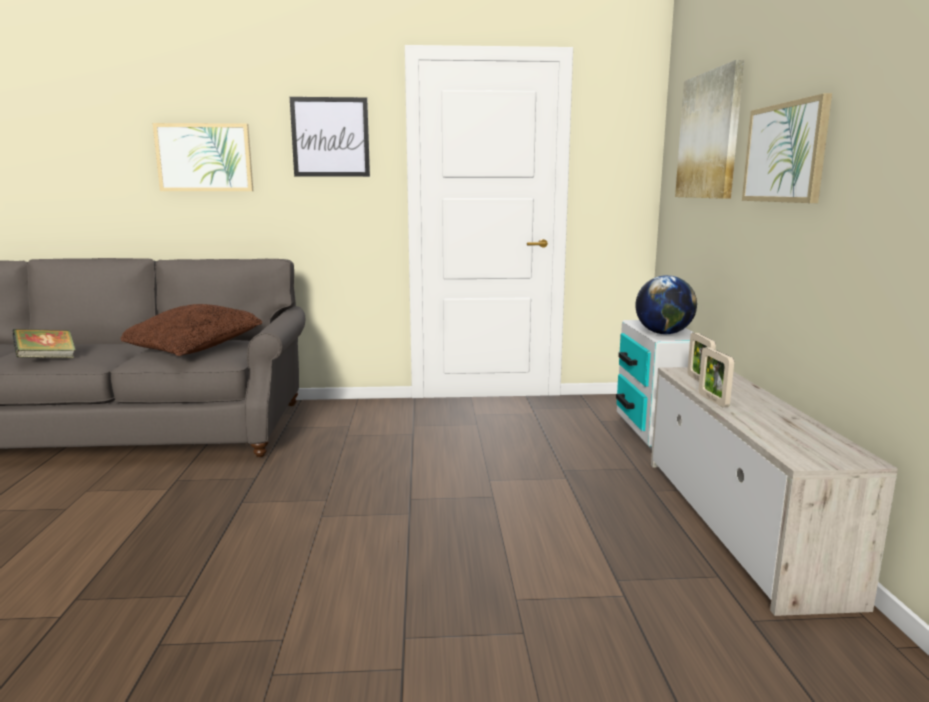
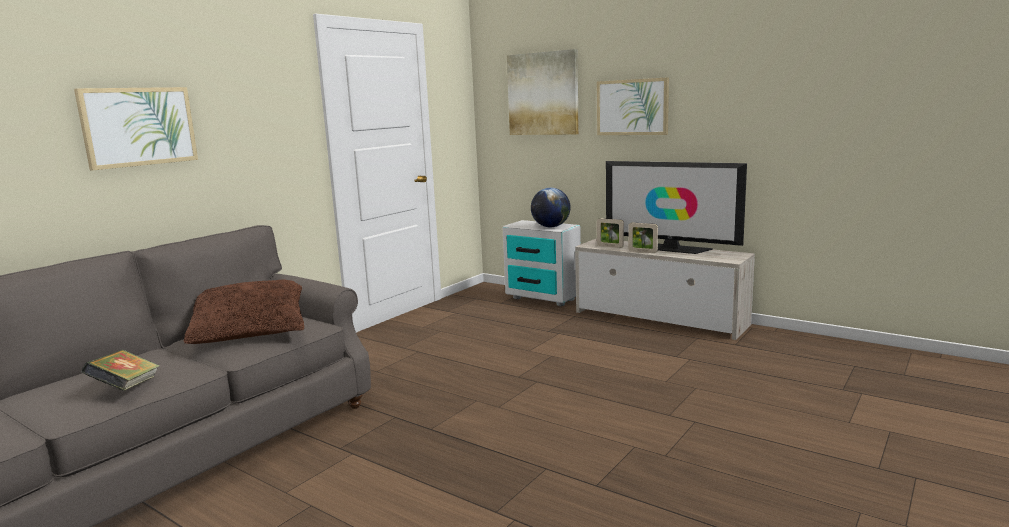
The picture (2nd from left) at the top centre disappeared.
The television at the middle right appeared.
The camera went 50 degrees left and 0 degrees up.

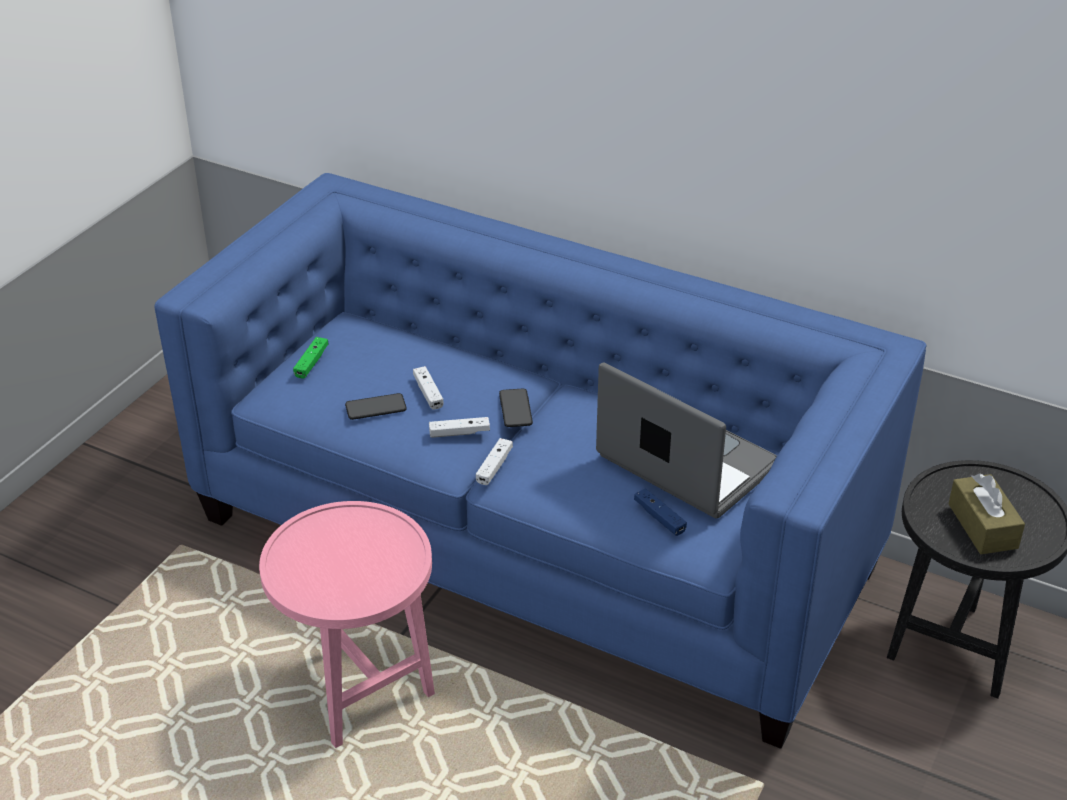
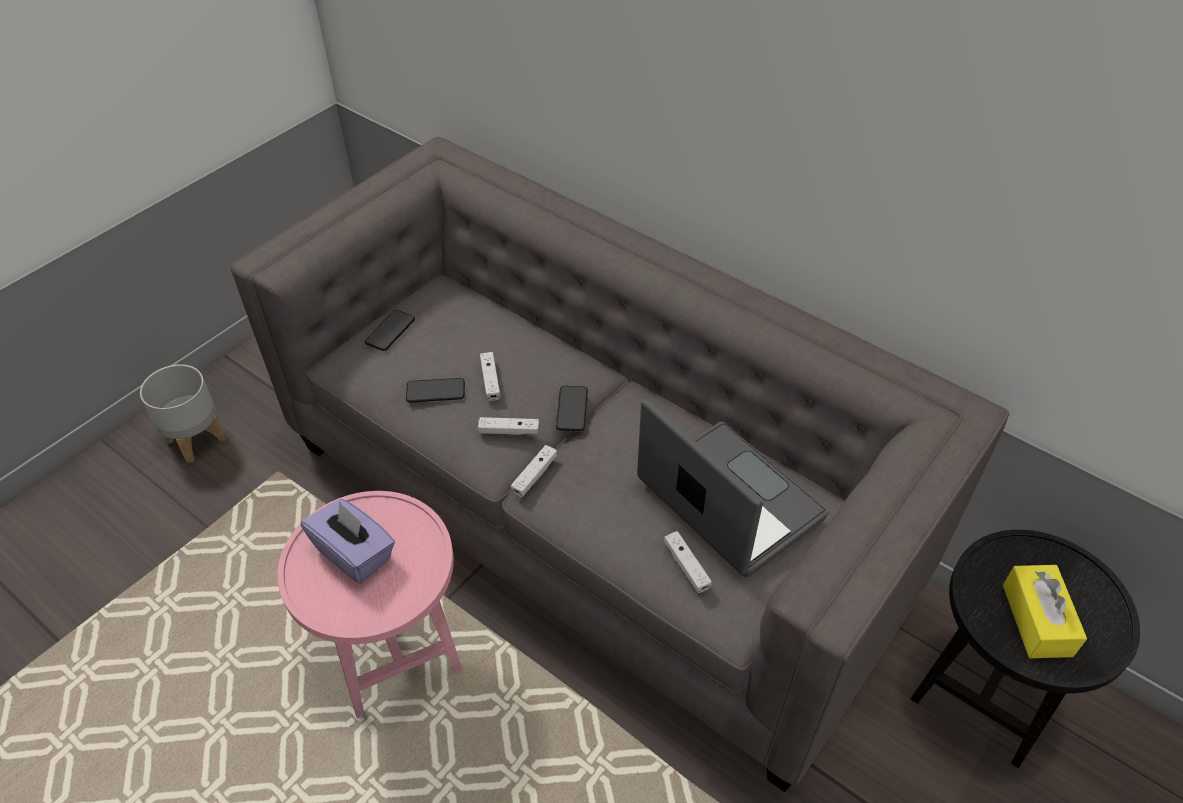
The blue-coloured sofa at the centre became the grey sofa at the centre.
The green gamepad at the middle left was replaced by the handset (1st from left) at the middle left.
The brown-coloured tissue holder at the middle right became the yellow tissue holder at the bottom right.
The blue-coloured gamepad at the centre became the white-coloured gamepad (4th from left) at the bottom centre.
The grey planter at the middle left appeared.
The purple-coloured tissue holder at the bottom left appeared.
The camera went 10 degrees right and 10 degrees up.

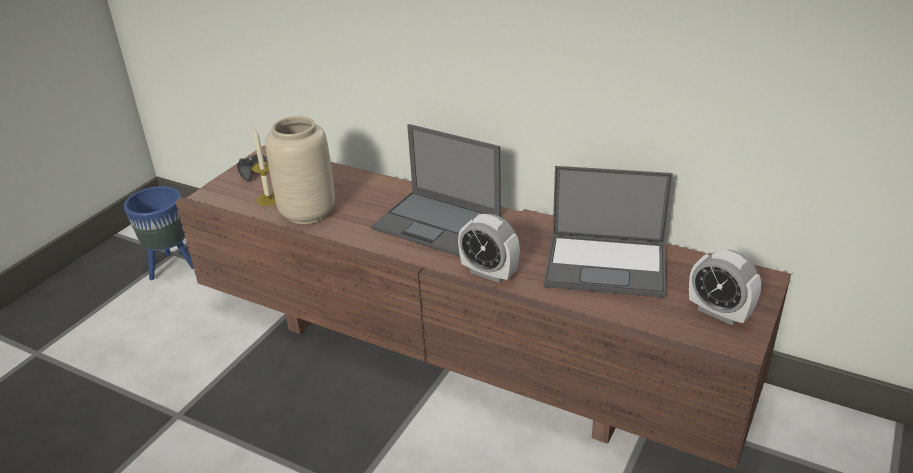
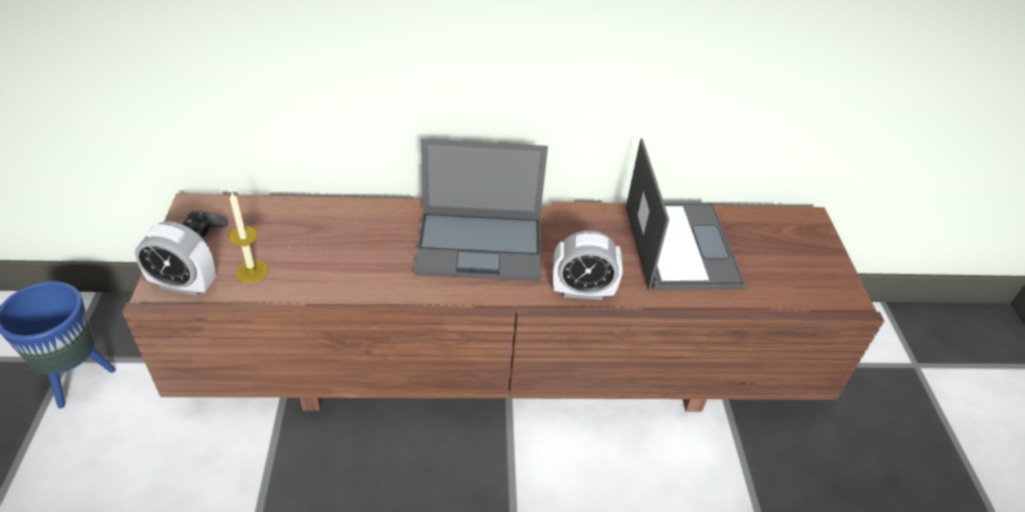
The beige flower vase at the middle left disappeared.
The portable computer (2nd from left) at the centre turned 75 degrees counterclockwise.
The table clock (2nd from left in the first image) moved from the middle right to the middle left.
The camera went 35 degrees left and 10 degrees up.

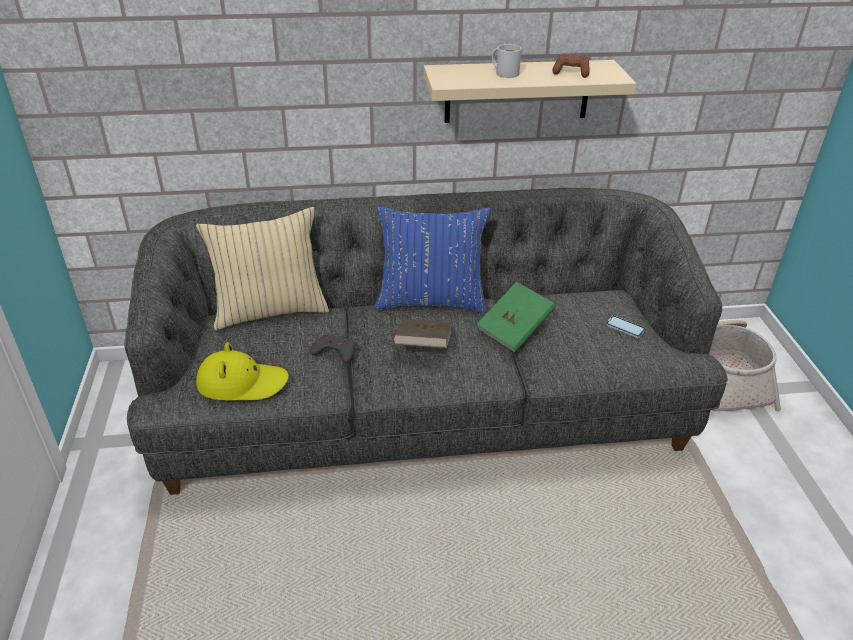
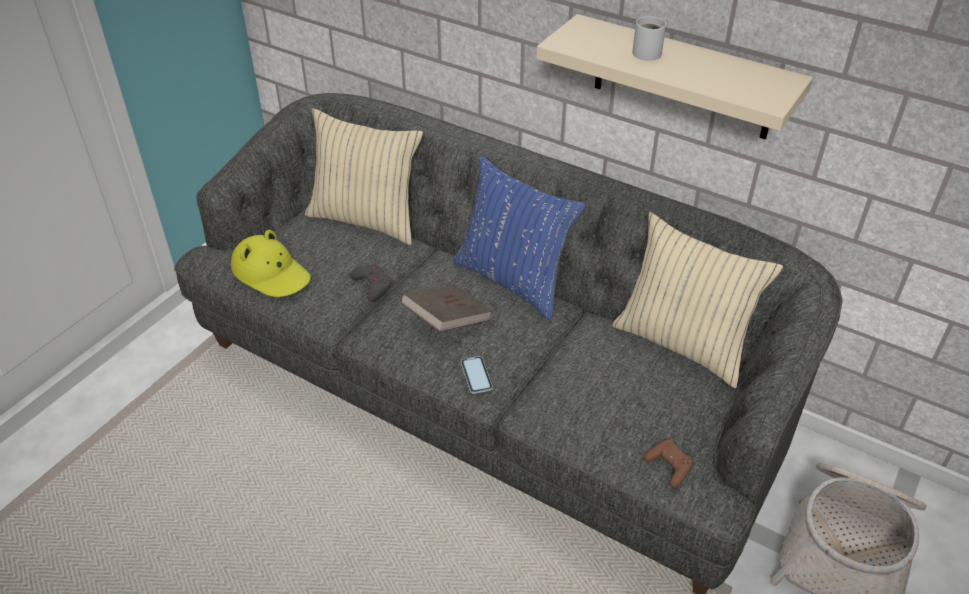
The brown-coloured gamepad moved from the top right to the bottom right.
The green book at the centre disappeared.
The handset moved from the middle right to the centre.
The beige throw pillow (2nd from left) at the middle right appeared.
The camera went 40 degrees right and 5 degrees up.

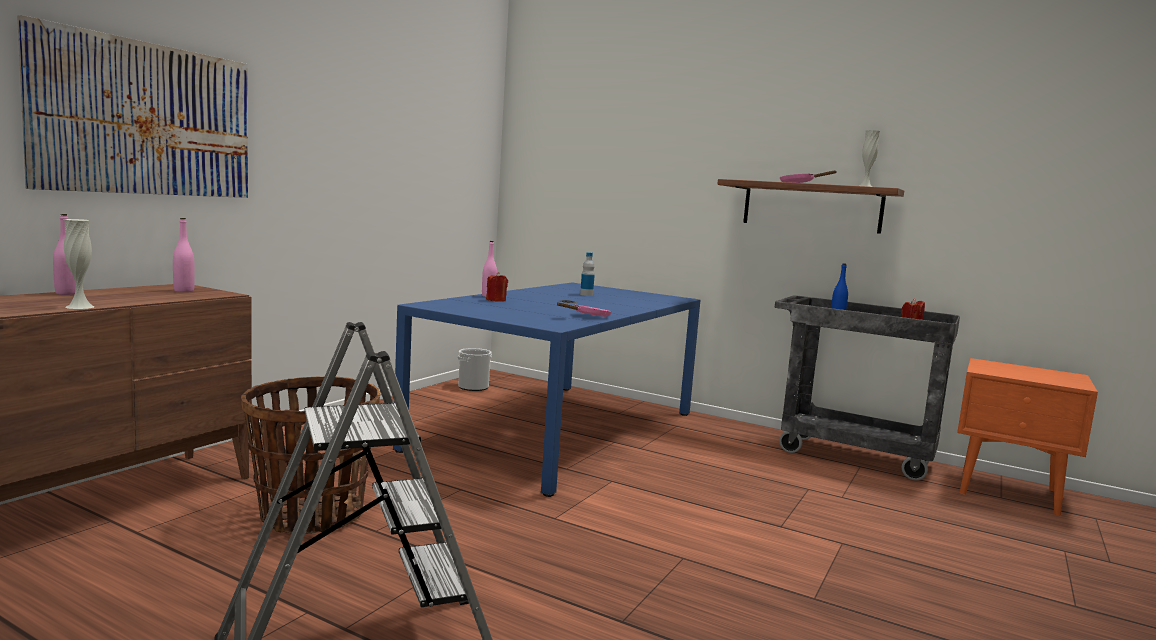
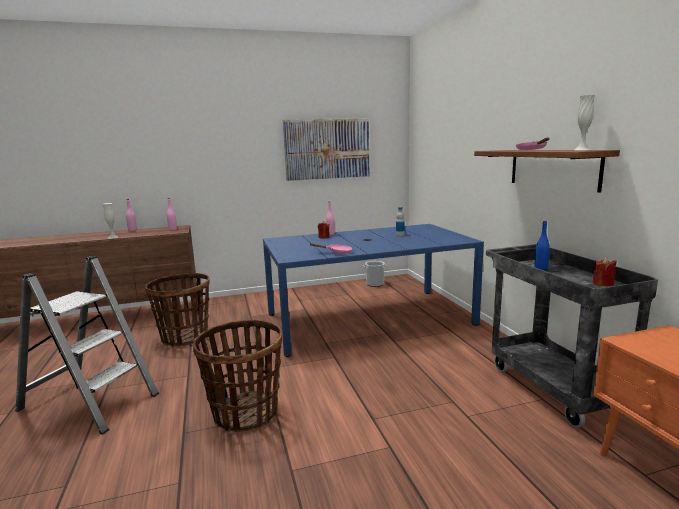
The picture moved from the top left to the top centre.
The basket (2nd from left) at the bottom centre appeared.
The camera went 45 degrees right and 5 degrees up.

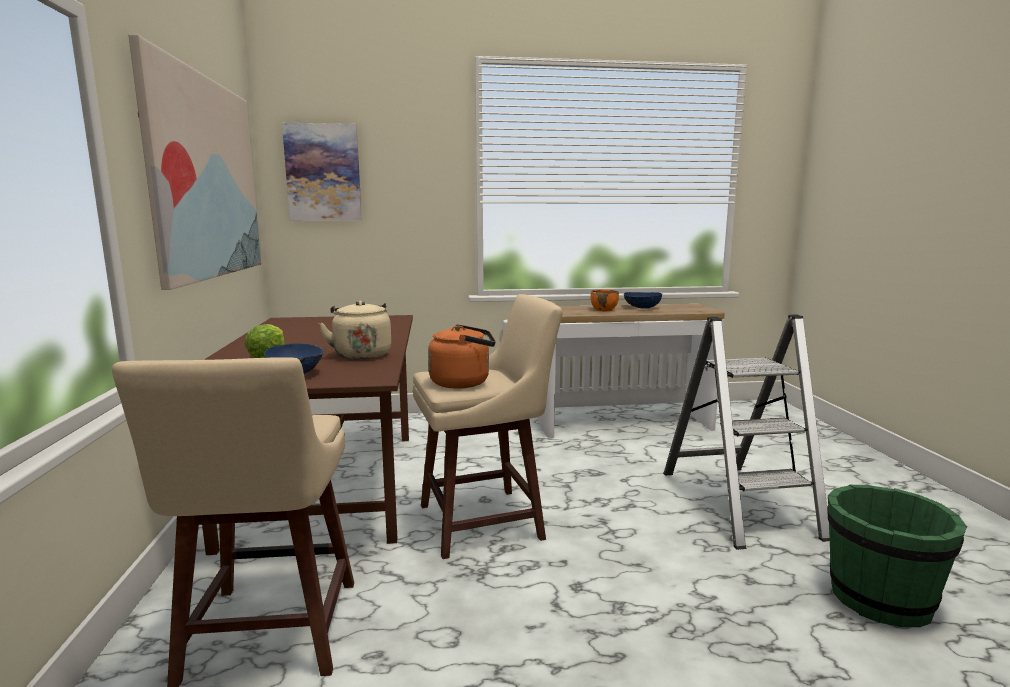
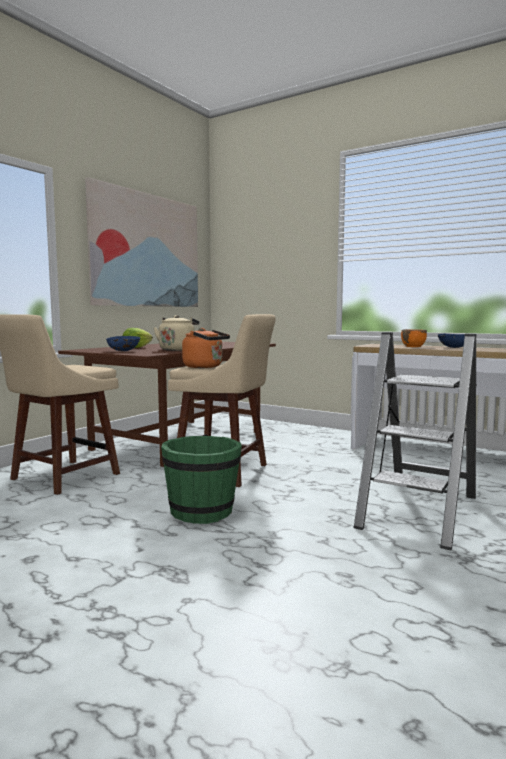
The picture (2nd from left) at the top left disappeared.
The green bucket moved from the bottom right to the centre.
The camera went 40 degrees right and 5 degrees down.

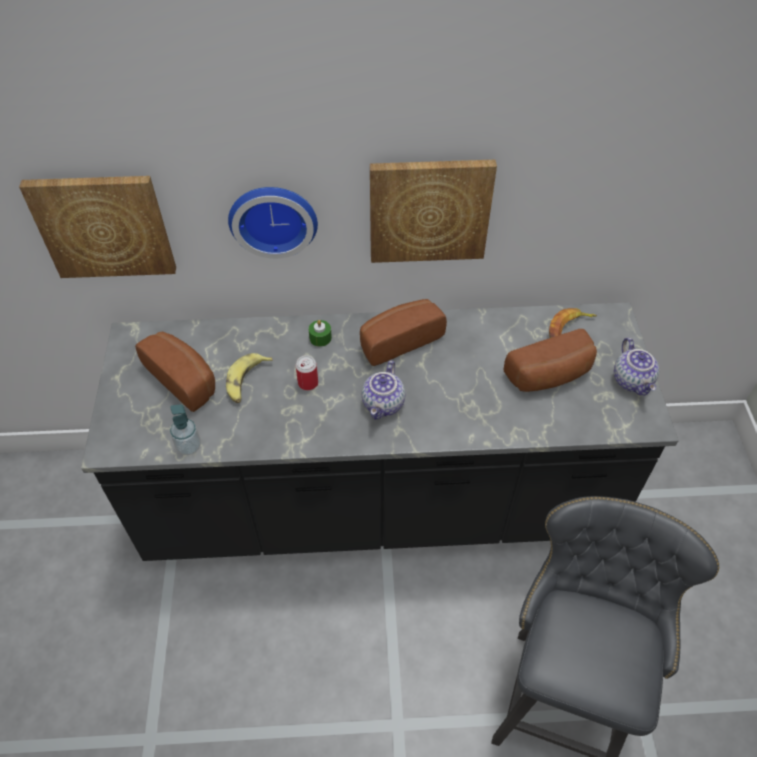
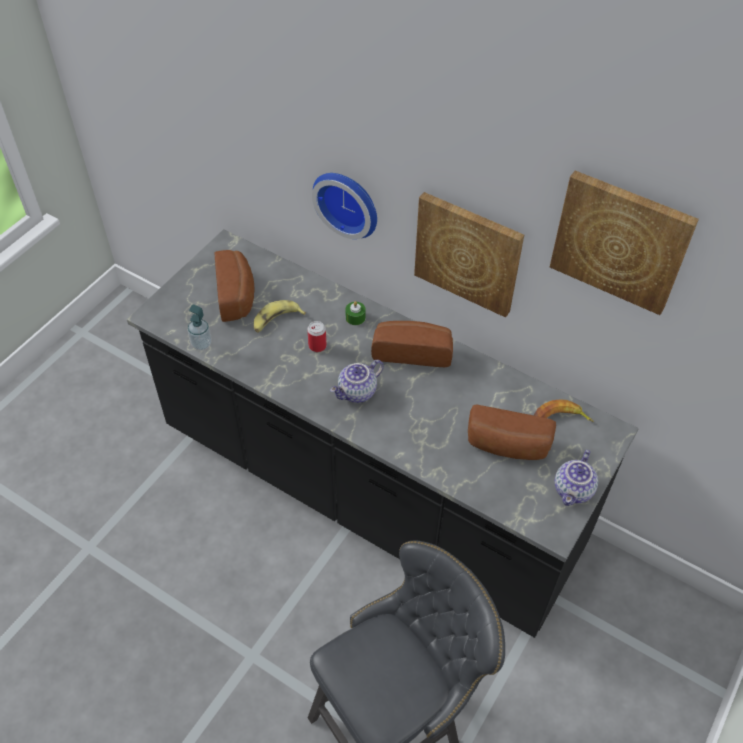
The picture (1st from left in the first image) moved from the top left to the top right.
The camera went 35 degrees right and 0 degrees up.

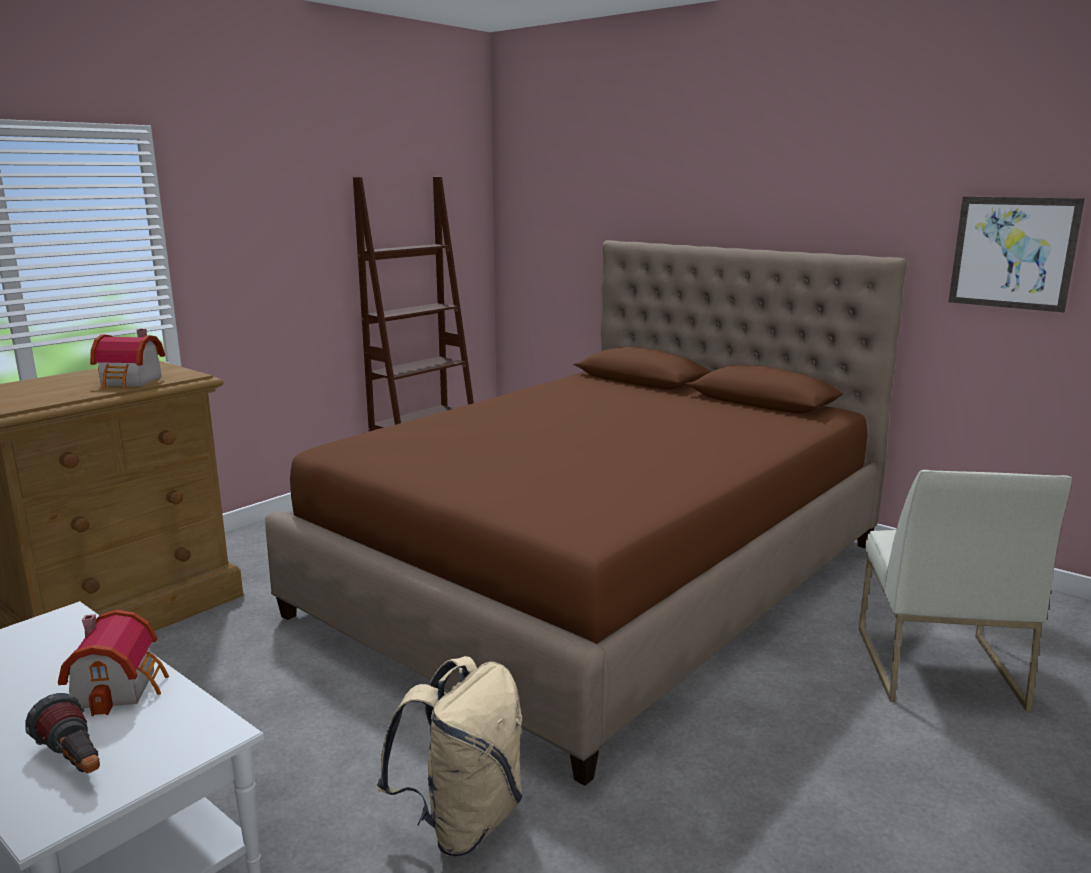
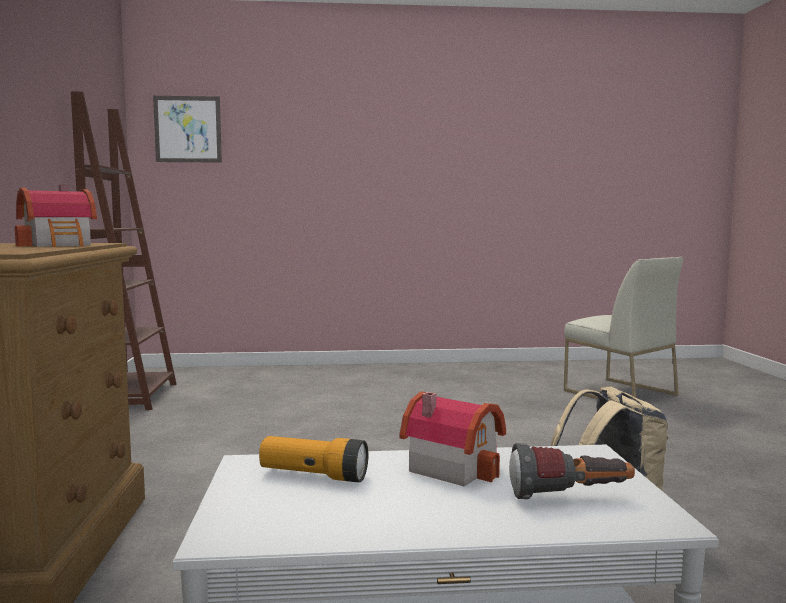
The picture moved from the top right to the top left.
The brown-coloured sleeping bed at the centre disappeared.
The torch (1st from left) at the bottom centre appeared.
The camera went 45 degrees left and 10 degrees down.

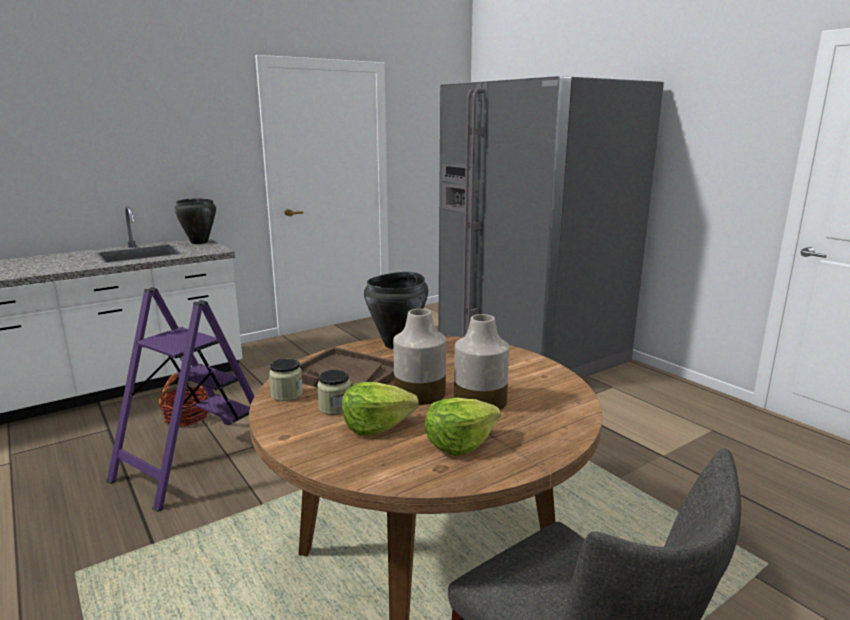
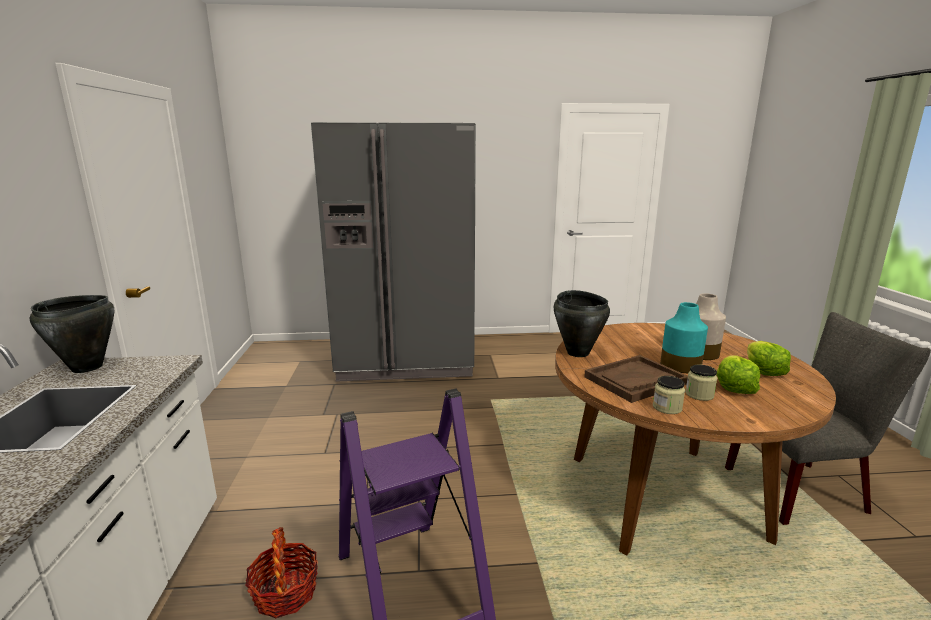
The beige flower vase (1st from left) at the centre became the turquoise-coloured flower vase at the middle right.
The camera went 60 degrees left and 0 degrees up.

